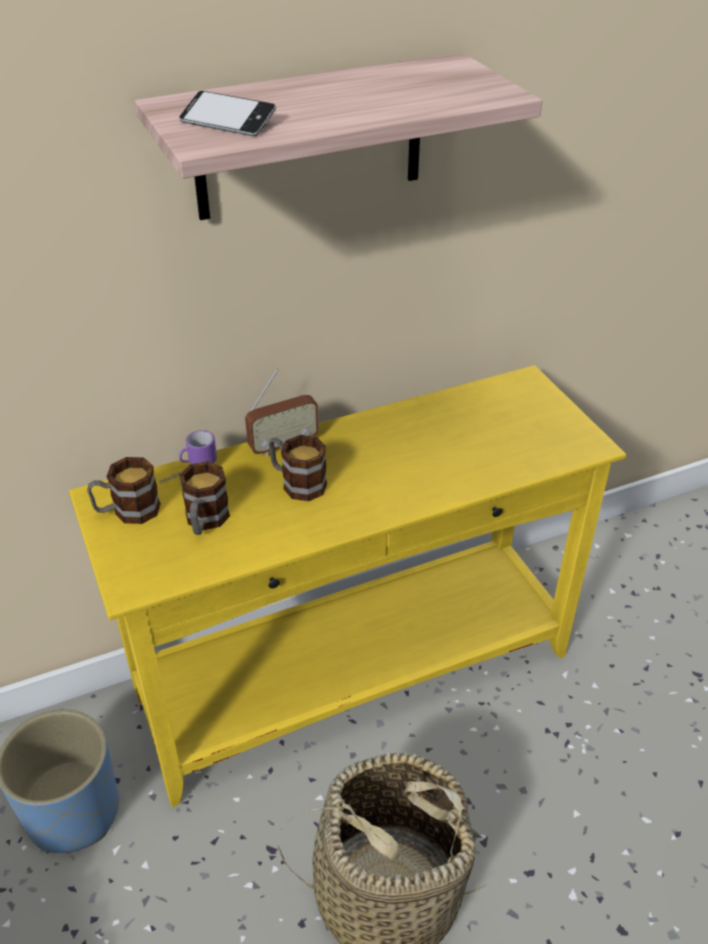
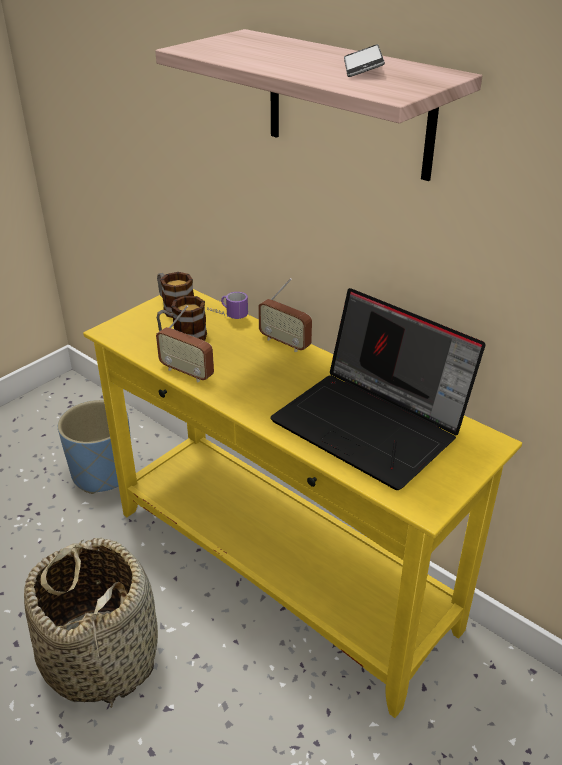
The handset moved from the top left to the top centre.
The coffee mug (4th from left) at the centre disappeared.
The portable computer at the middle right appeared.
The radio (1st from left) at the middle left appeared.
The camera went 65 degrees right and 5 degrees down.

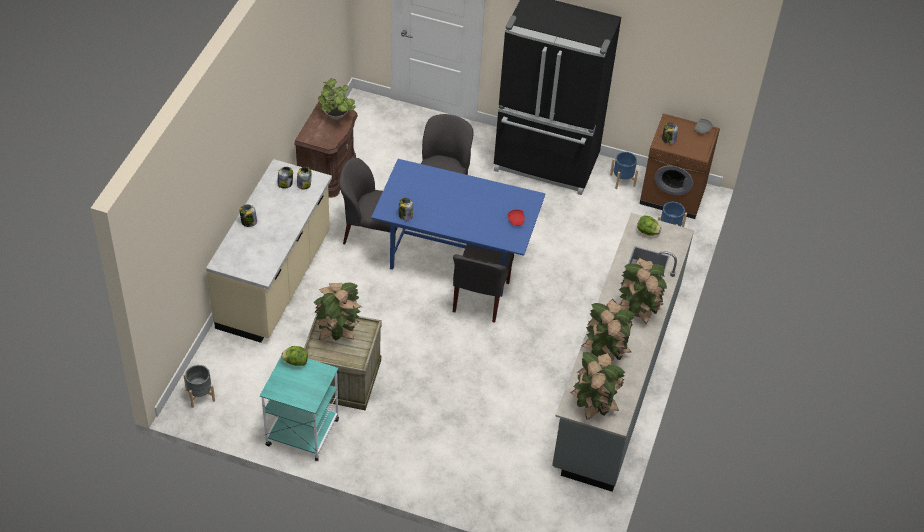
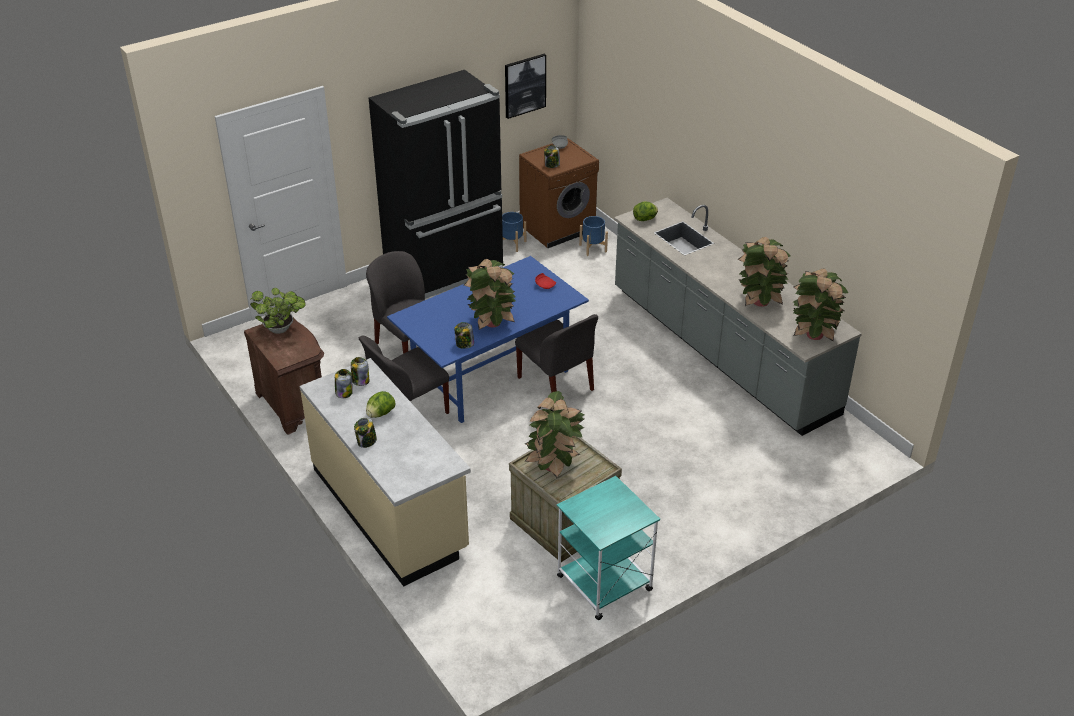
The potted plant (5th from left in the first image) moved from the middle right to the centre.
The lettuce head (1st from left) moved from the bottom left to the centre.
The grey planter at the bottom left disappeared.
The picture at the top centre appeared.
The camera went 50 degrees left and 10 degrees down.

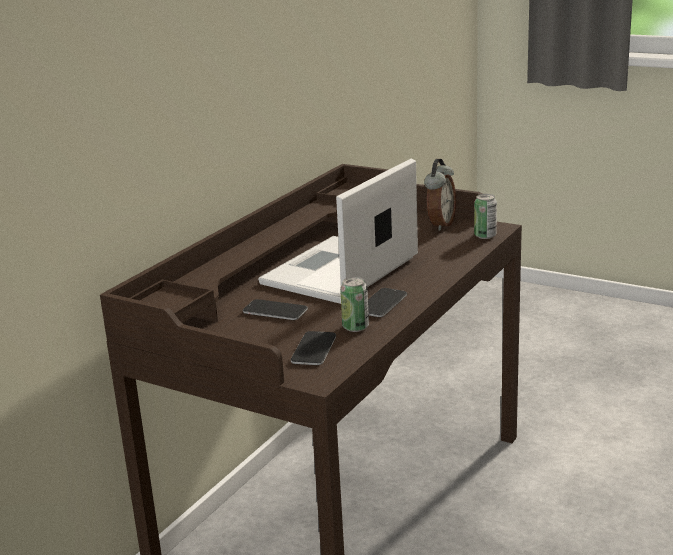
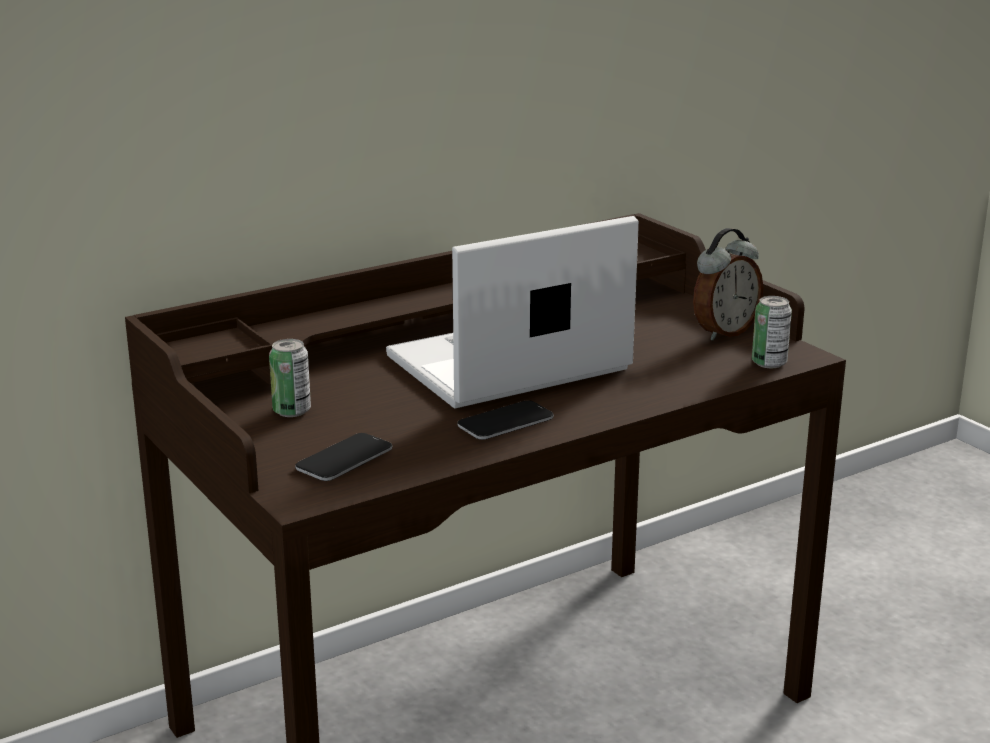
The sealed can (1st from left) moved from the centre to the middle left.
The handset (1st from left) at the centre disappeared.
The camera went 25 degrees right and 0 degrees up.

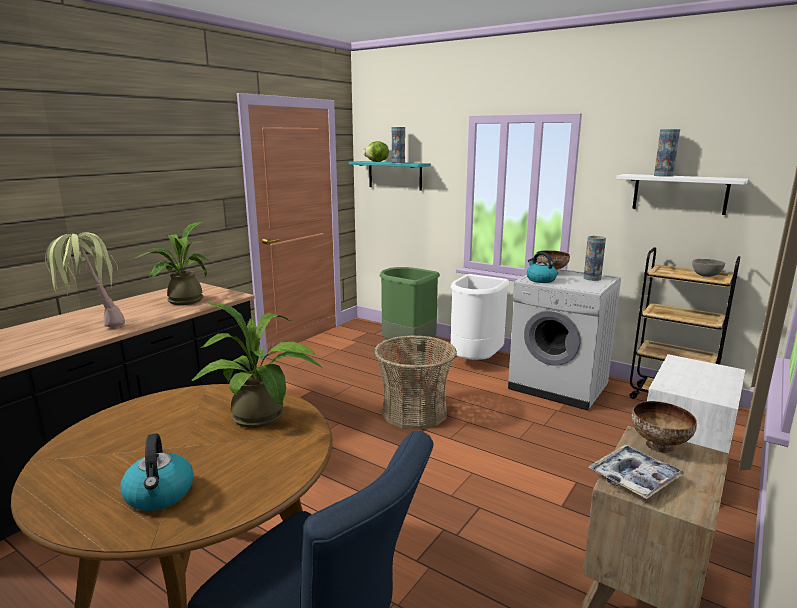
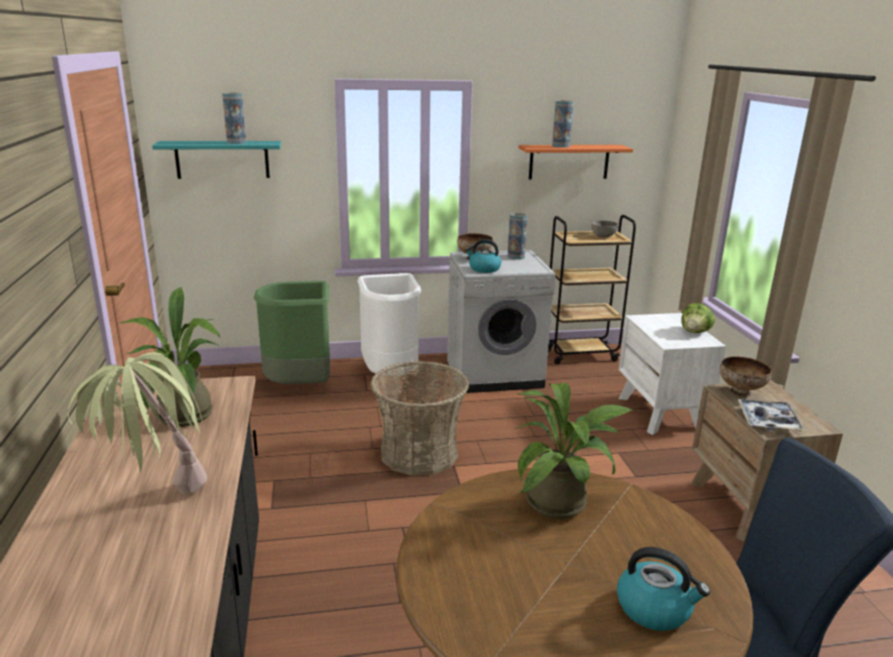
The lettuce head moved from the top centre to the middle right.
The white-coloured shelf at the top right became the orangey shelf at the top centre.
The camera went 45 degrees left and 5 degrees up.

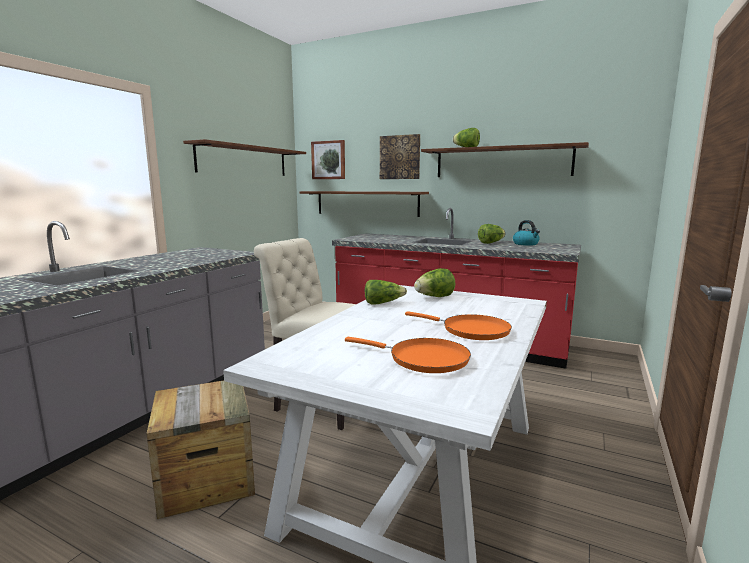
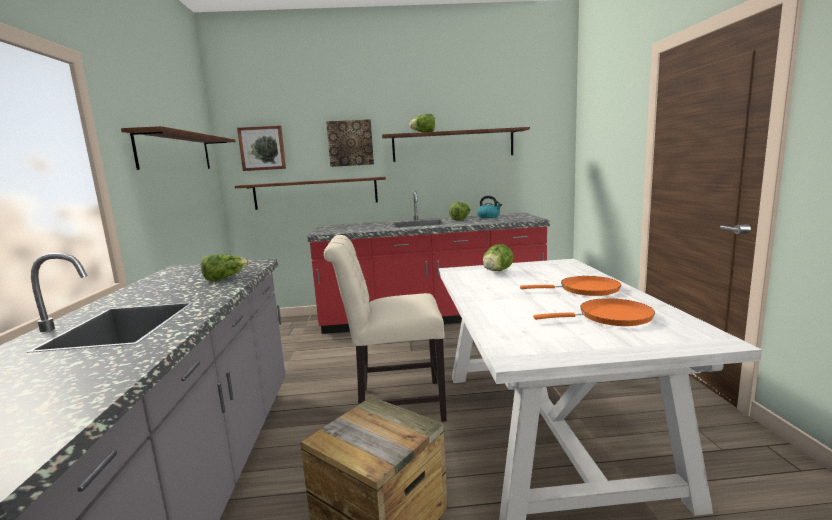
The lettuce head (1st from left) moved from the centre to the middle left.
The camera went 30 degrees left and 0 degrees up.

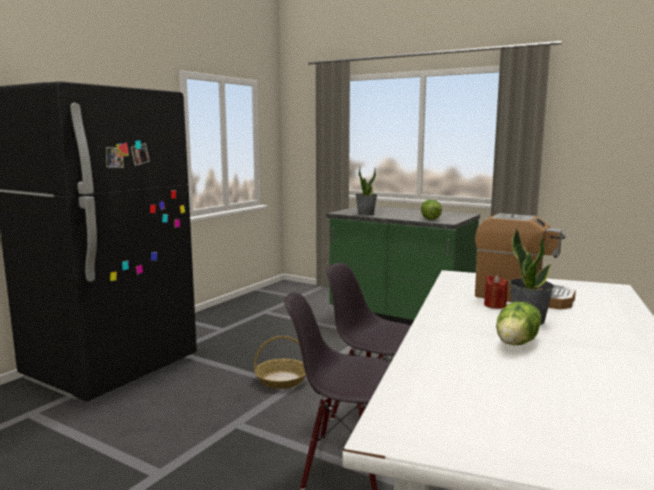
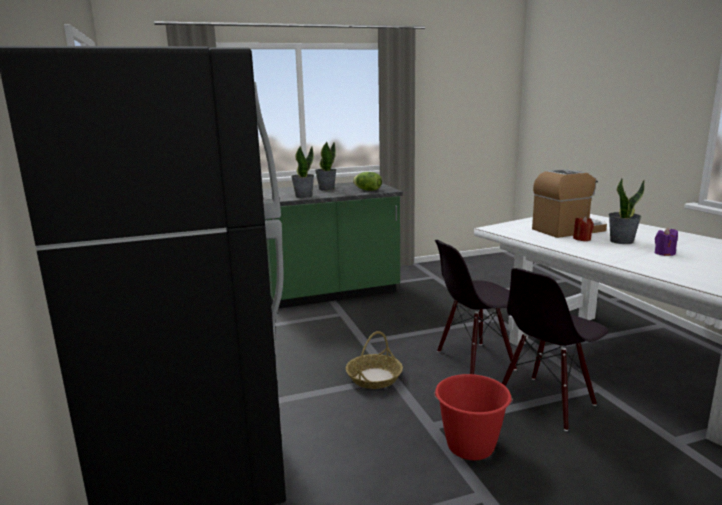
The lettuce head (2nd from left) at the middle right was replaced by the purple-coloured candle at the middle right.
The potted plant (2nd from left) at the top centre appeared.
The reddish bucket at the bottom centre appeared.
The camera went 50 degrees left and 5 degrees up.

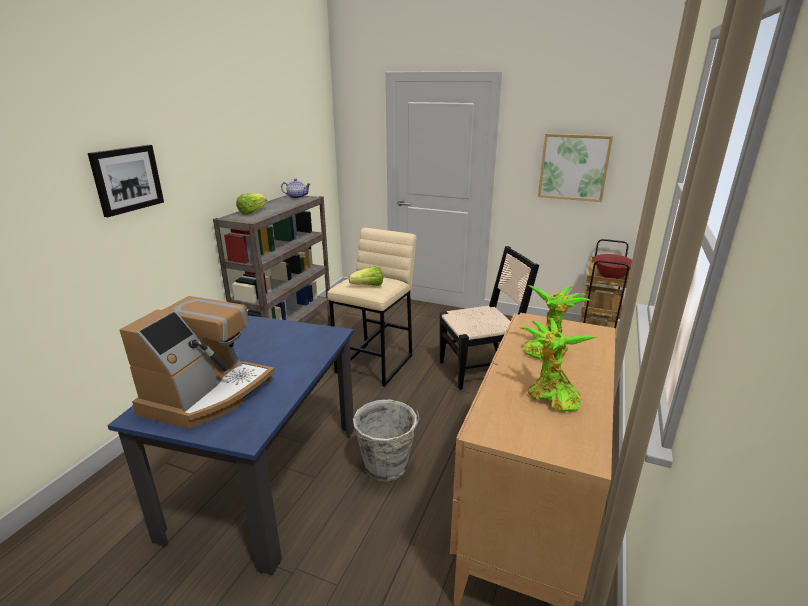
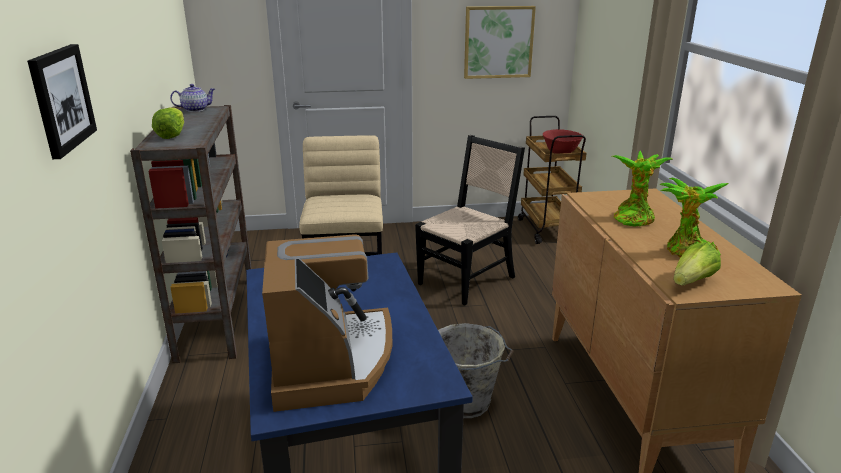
The lettuce head (2nd from left) moved from the centre to the middle right.
The camera went 30 degrees left and 0 degrees up.

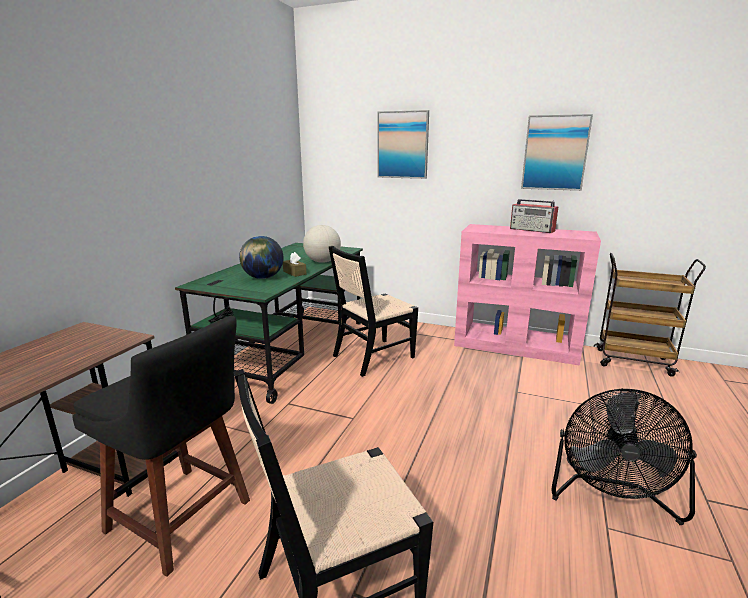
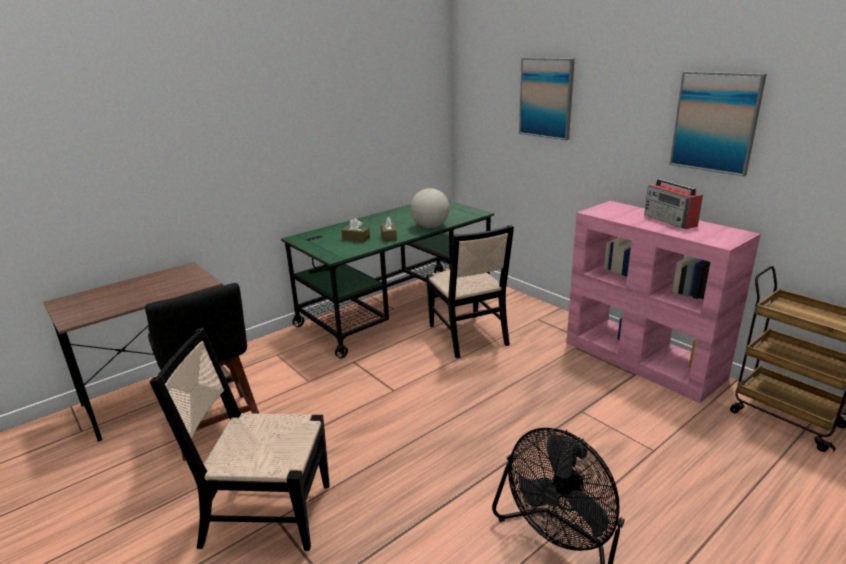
The globe (1st from left) at the centre was replaced by the brown-coloured tissue holder (1st from left) at the centre.
The upright chair (2nd from left) at the centre turned 105 degrees counterclockwise.
The camera went 30 degrees right and 5 degrees up.

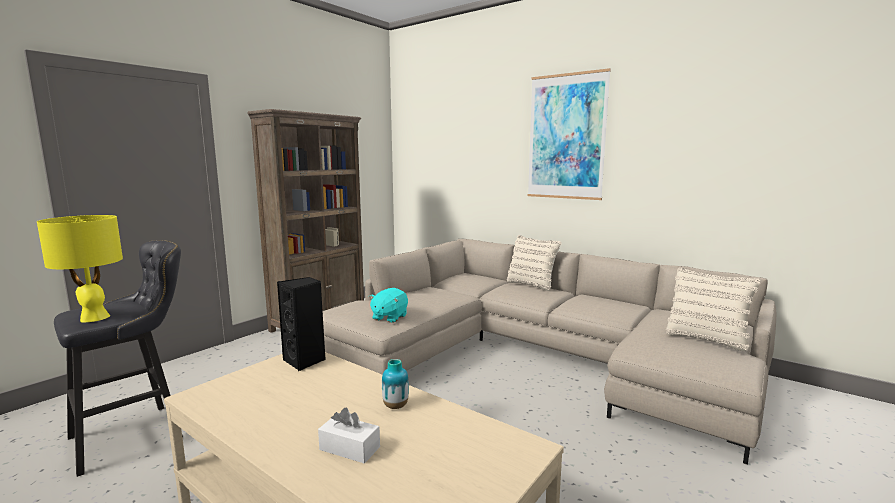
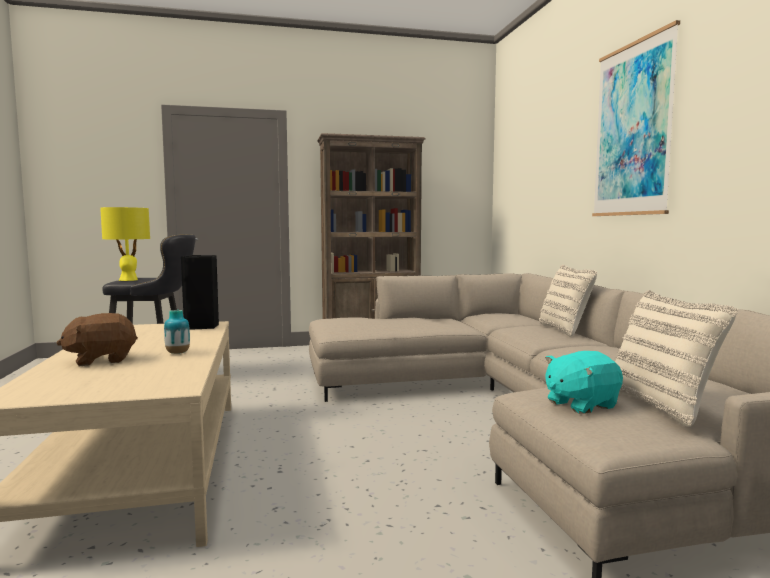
The turquoise-coloured cuddly toy moved from the centre to the middle right.
The white-coloured tissue holder at the bottom centre was replaced by the brown-coloured cuddly toy at the middle left.
The camera went 40 degrees right and 5 degrees down.

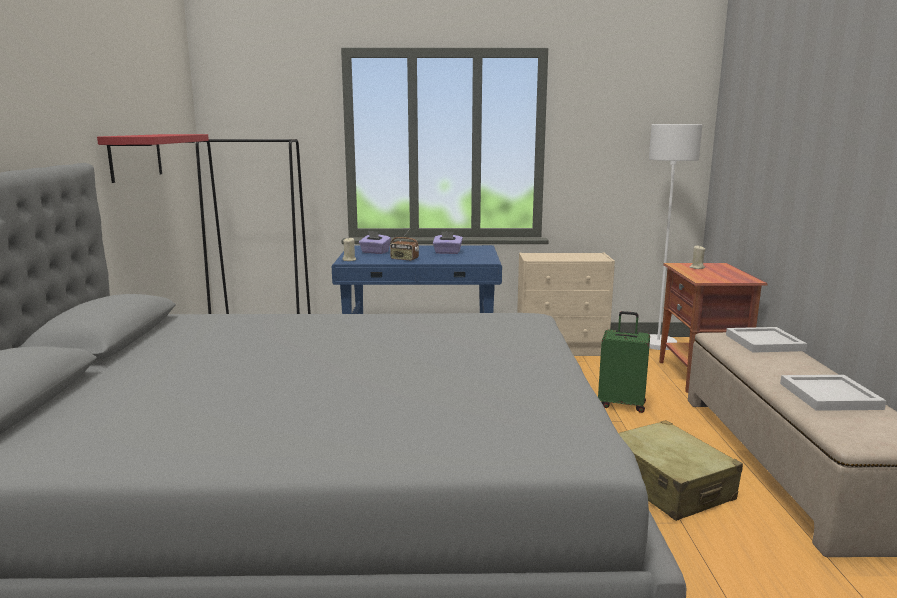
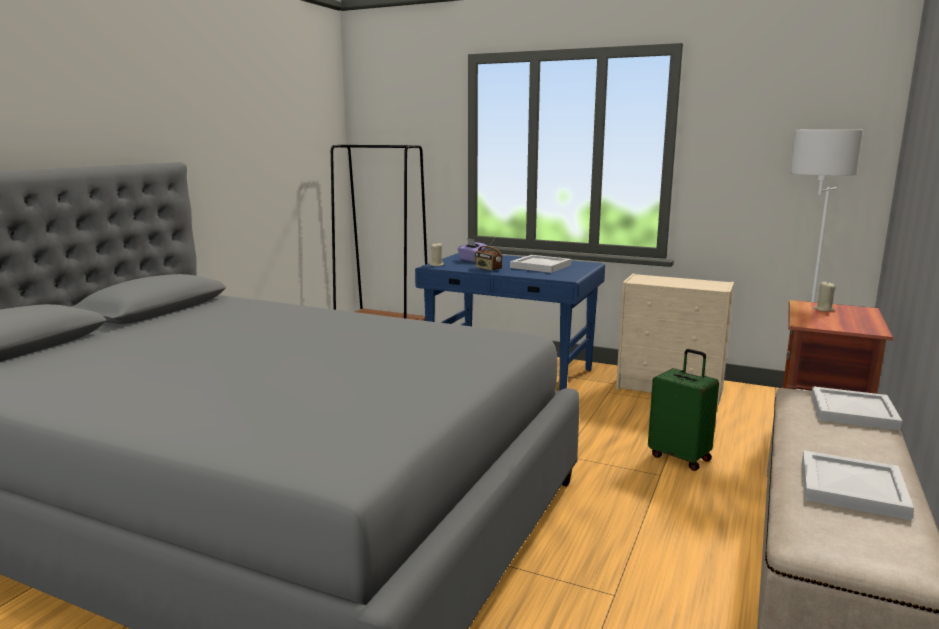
The reddish shelf at the top left disappeared.
The purple-coloured tissue holder (2nd from left) at the centre was replaced by the white-coloured carrying tray (1st from left) at the centre.
The beige piece of luggage at the bottom right disappeared.
The camera went 25 degrees right and 0 degrees up.

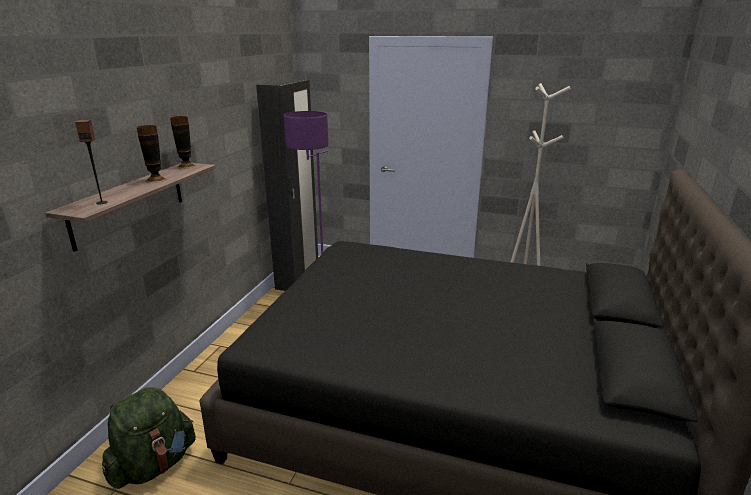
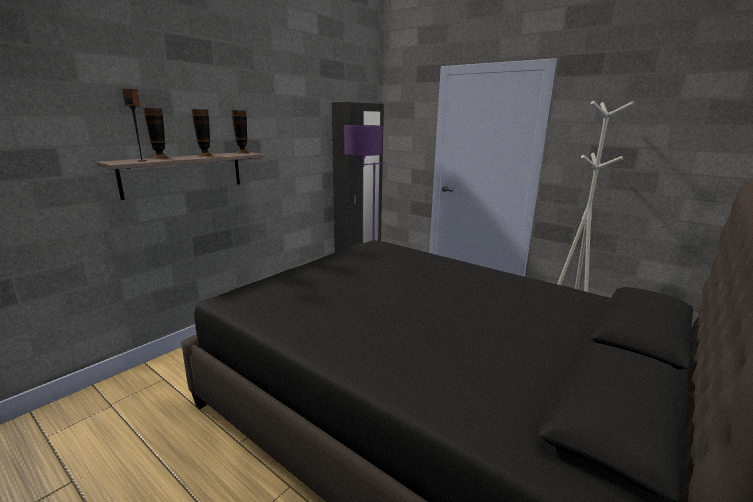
The green knapsack at the bottom left disappeared.
The flower vase (1st from left) at the top left appeared.
The camera went 20 degrees right and 5 degrees down.

